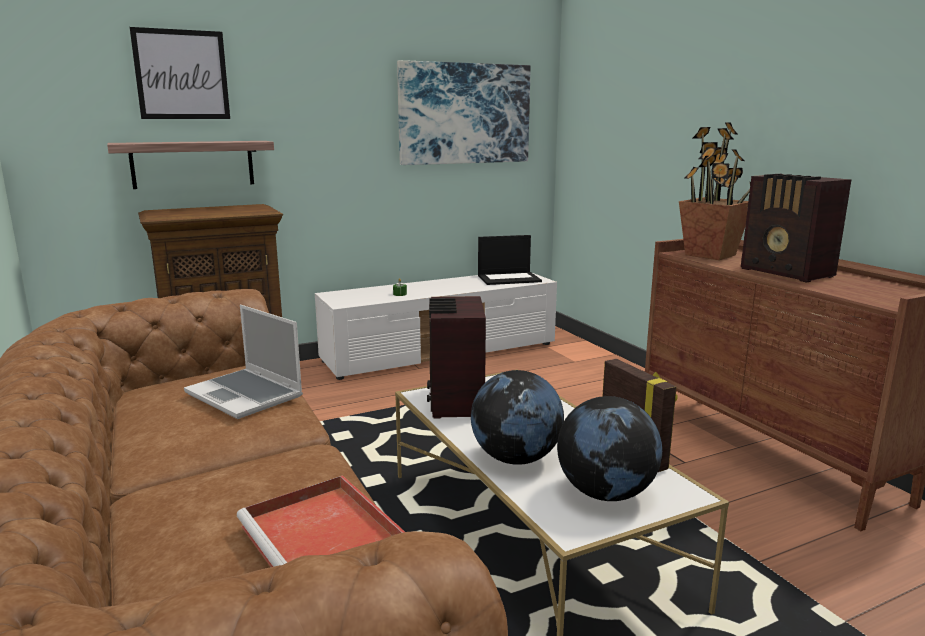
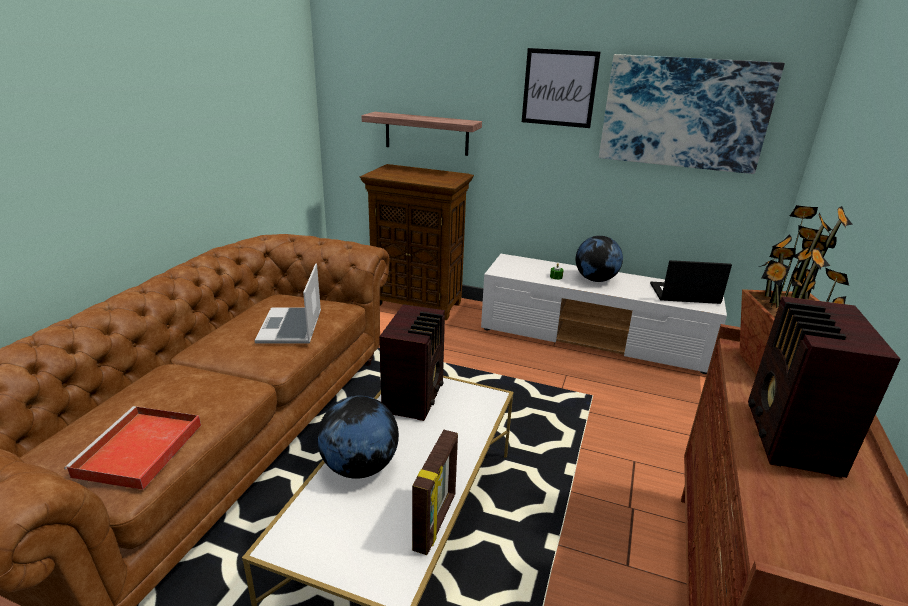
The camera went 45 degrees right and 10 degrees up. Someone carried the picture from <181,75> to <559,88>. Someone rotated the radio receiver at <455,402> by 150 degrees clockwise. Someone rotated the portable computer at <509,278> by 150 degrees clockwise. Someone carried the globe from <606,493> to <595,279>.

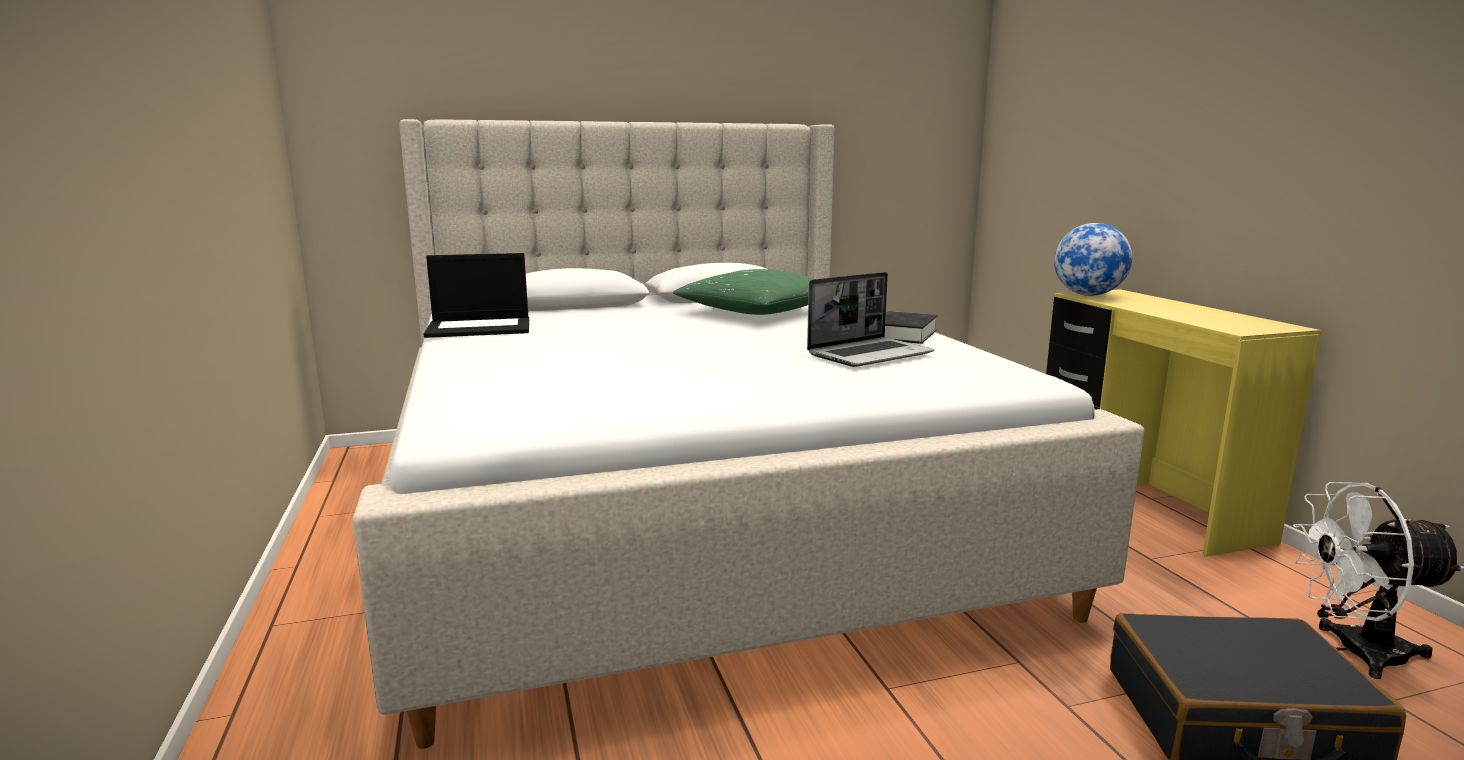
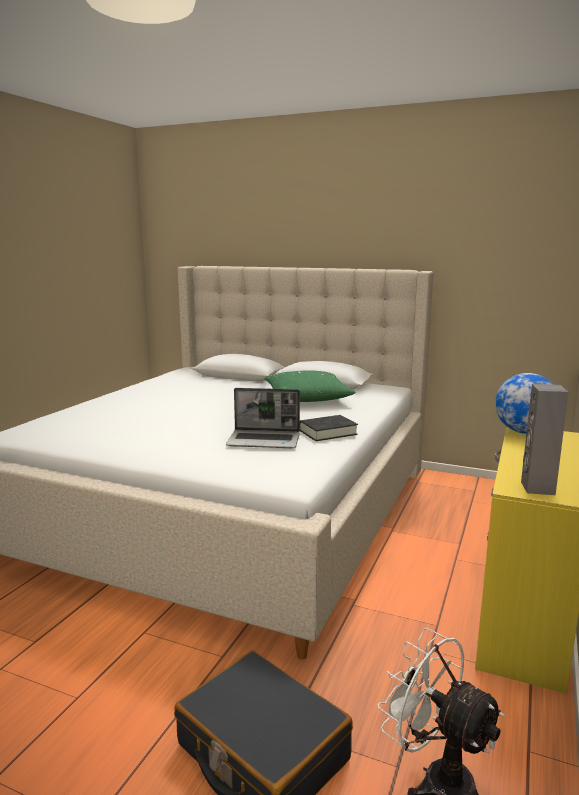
The camera went 40 degrees right and 0 degrees up. Someone took away the portable computer at <480,328>. Someone put down the greyish loudspeaker at <537,488>.

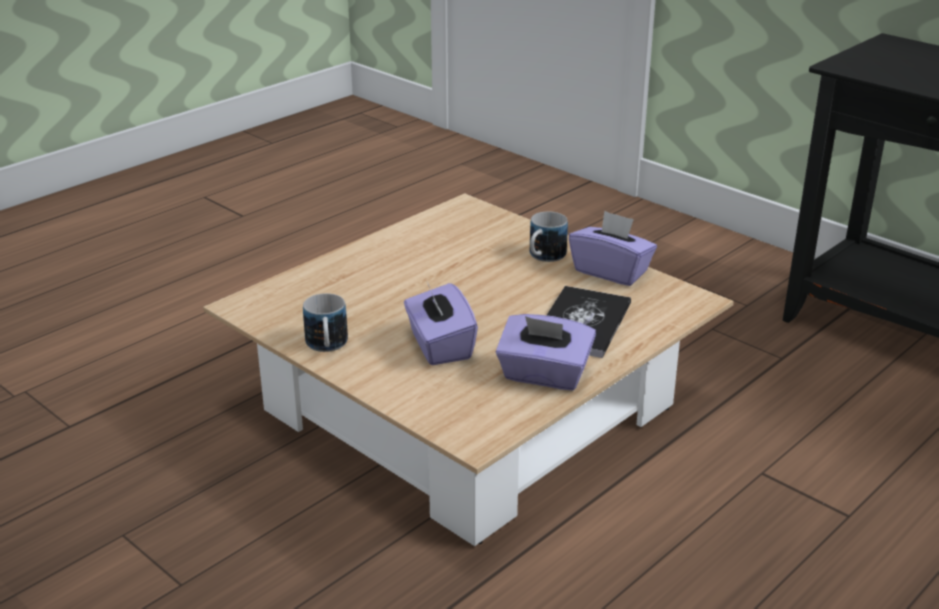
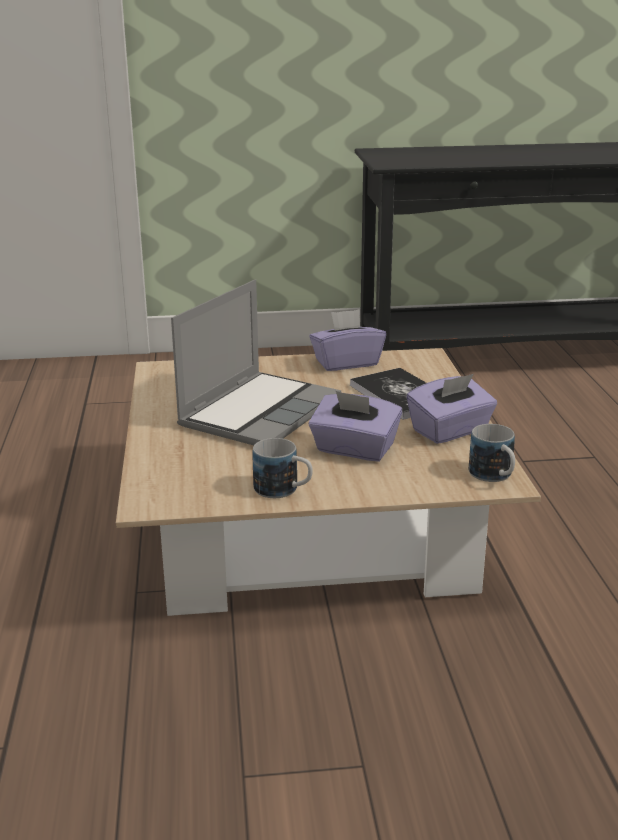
The camera went 50 degrees left and 5 degrees down. Someone carried the mug from <543,257> to <494,477>. Someone put down the portable computer at <260,411>.

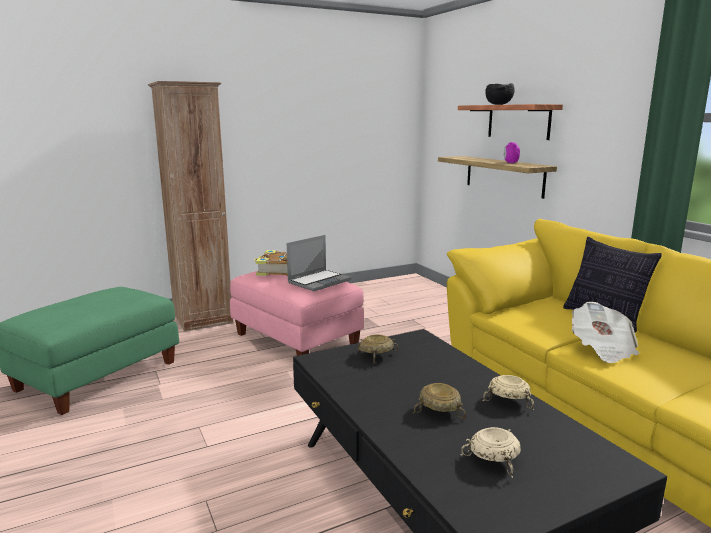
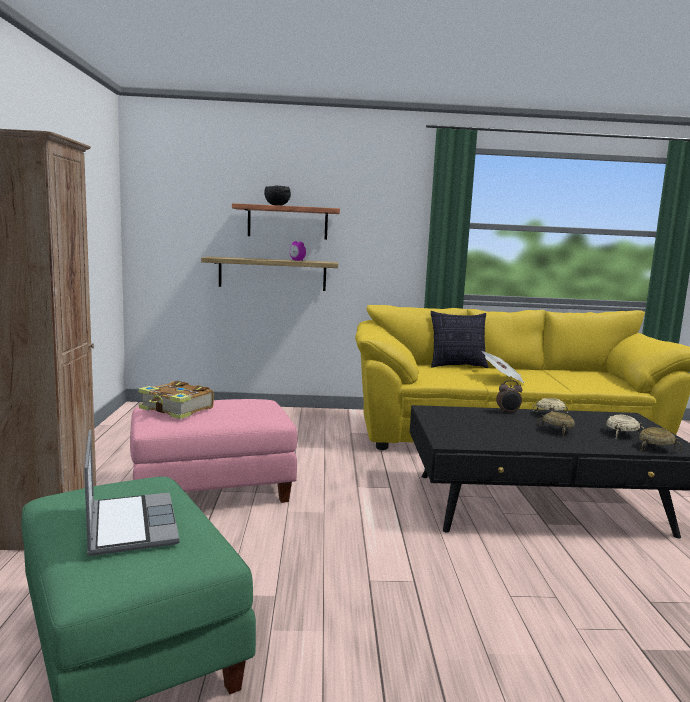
The camera went 65 degrees left and 5 degrees down. Someone carried the portable computer from <319,281> to <130,525>. Someone carried the sand-coloured bowl from <377,356> to <655,448>. Someone put down the bedside clock at <508,412>.

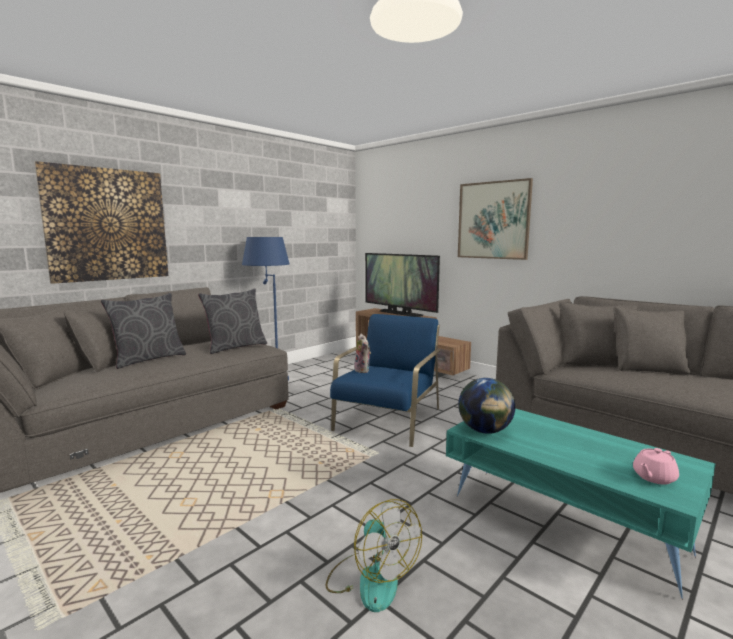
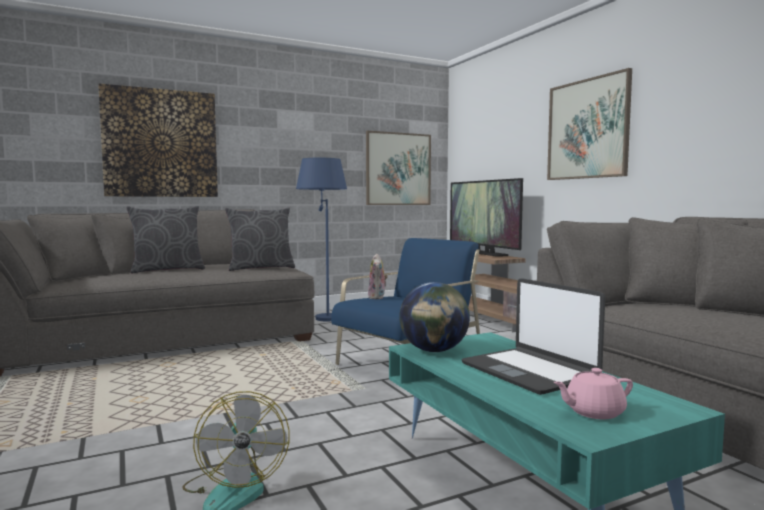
The camera went 20 degrees right and 5 degrees down. Someone put up the picture at <398,169>. Someone put down the portable computer at <529,371>.

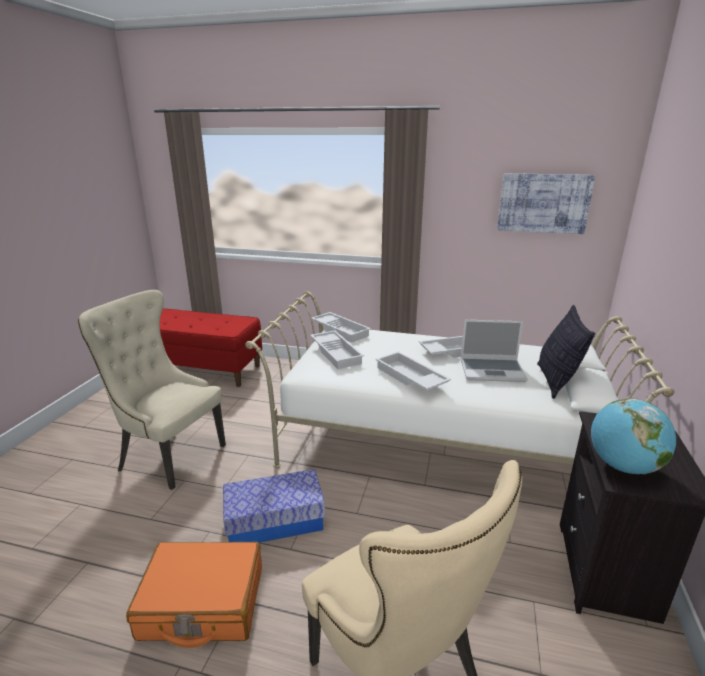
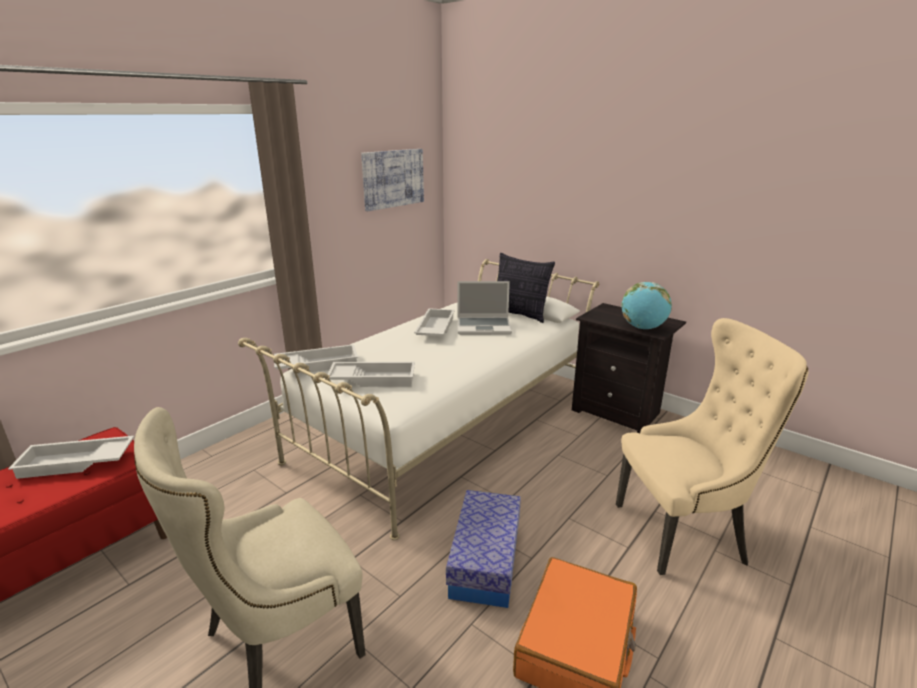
The camera went 65 degrees left and 0 degrees up. Someone carried the white-coloured serving tray from <409,377> to <75,463>. Someone rotated the portable computer at <492,370> by 60 degrees clockwise.

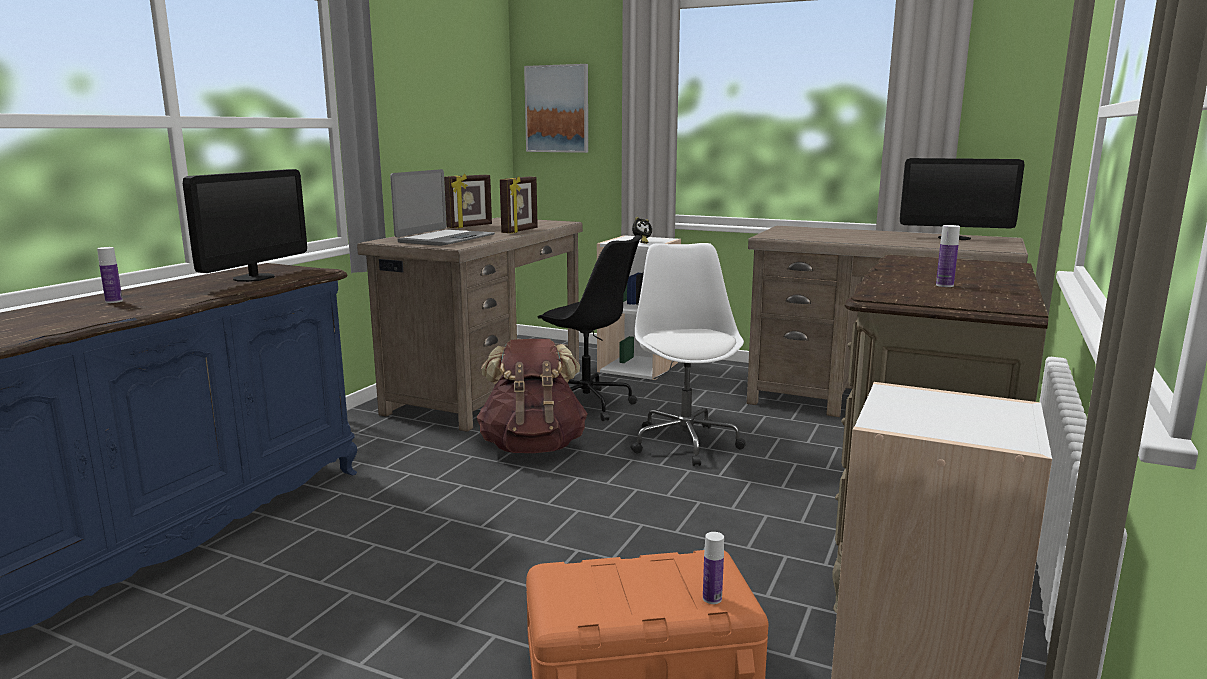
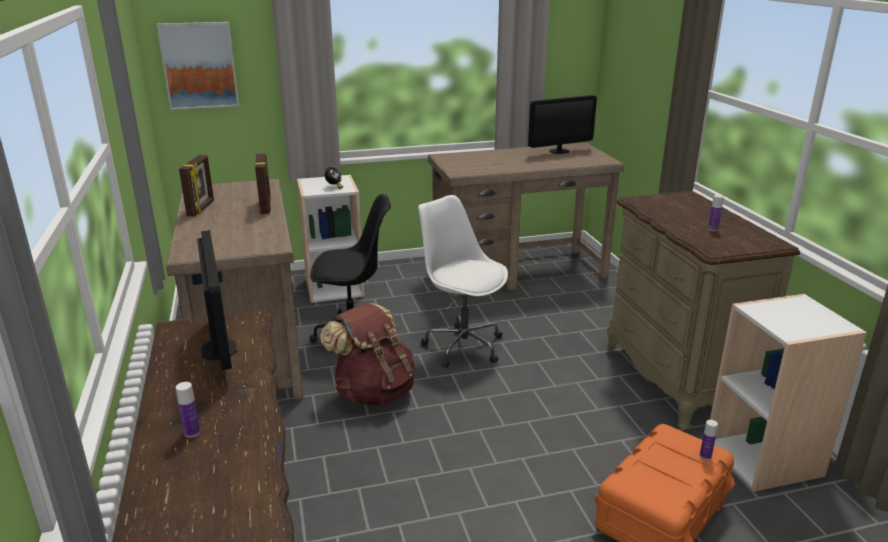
The camera went 40 degrees left and 10 degrees up. Someone took away the portable computer at <445,239>.

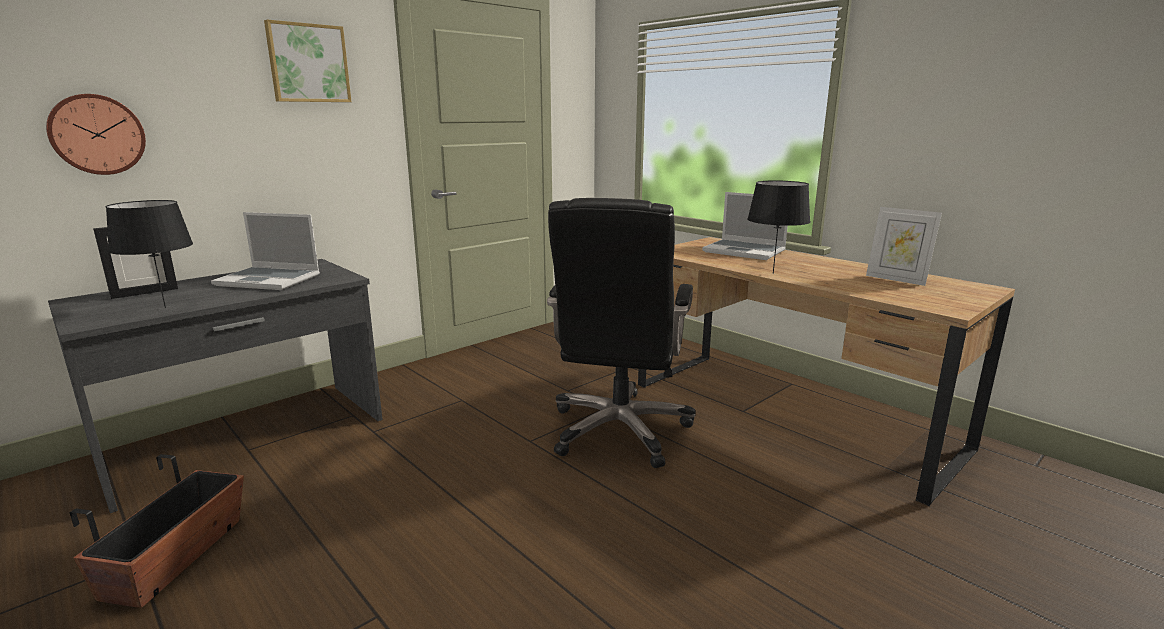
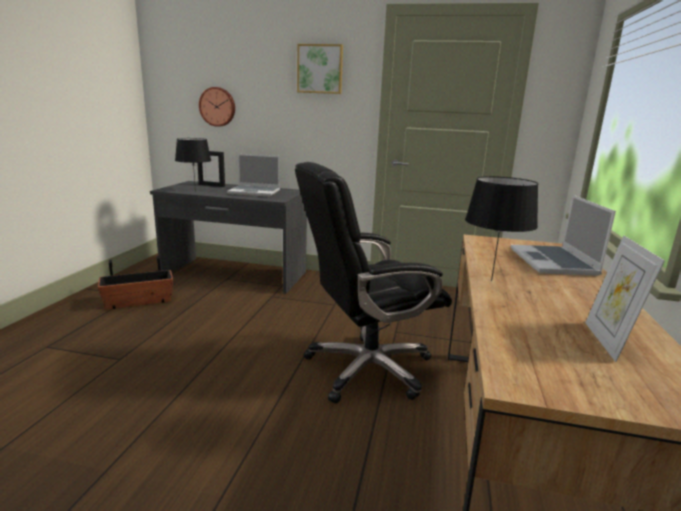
The camera went 55 degrees right and 0 degrees up. Someone rotated the portable computer at <270,280> by 60 degrees counterclockwise.

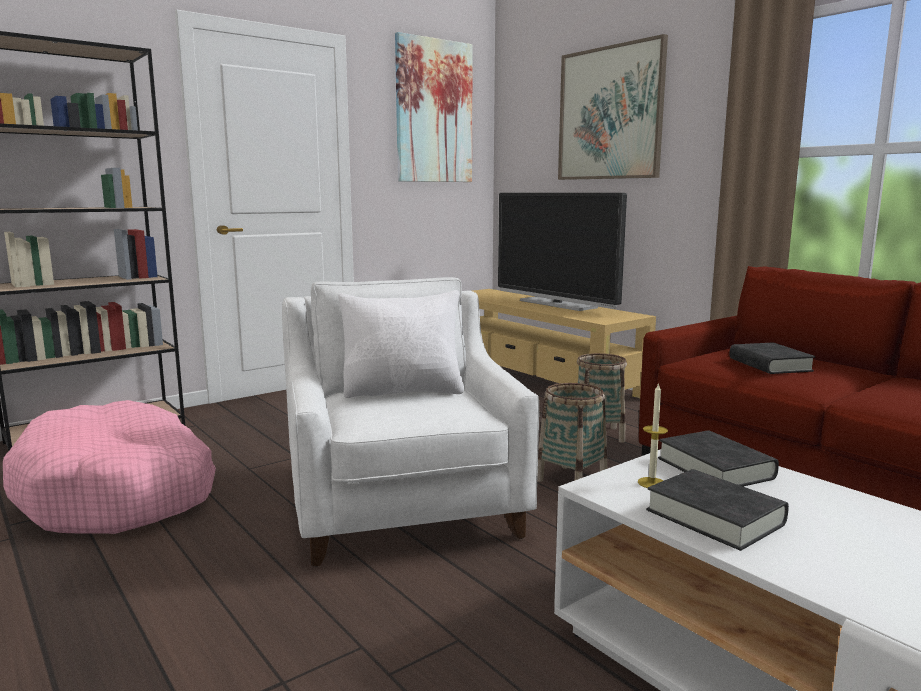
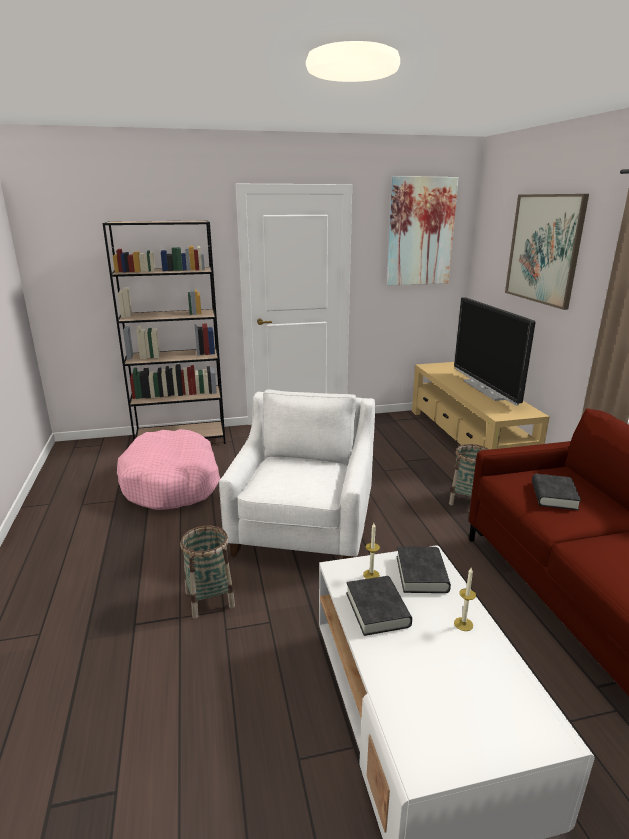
The camera went 25 degrees right and 10 degrees up. Someone took away the white-coloured throw pillow at <404,391>. Someone carried the household basket from <571,479> to <210,599>. Someone put down the wax light at <463,624>.

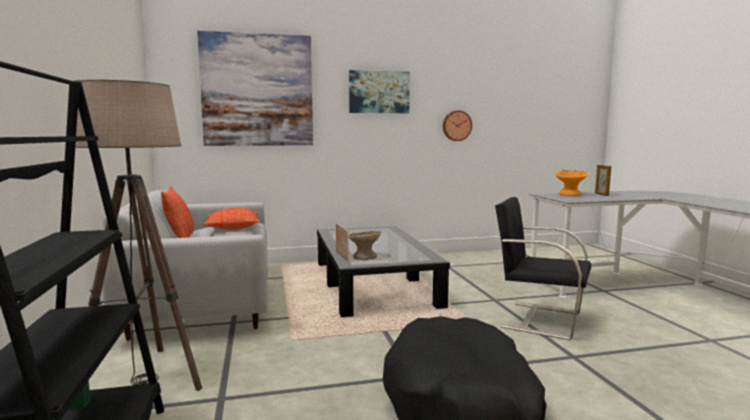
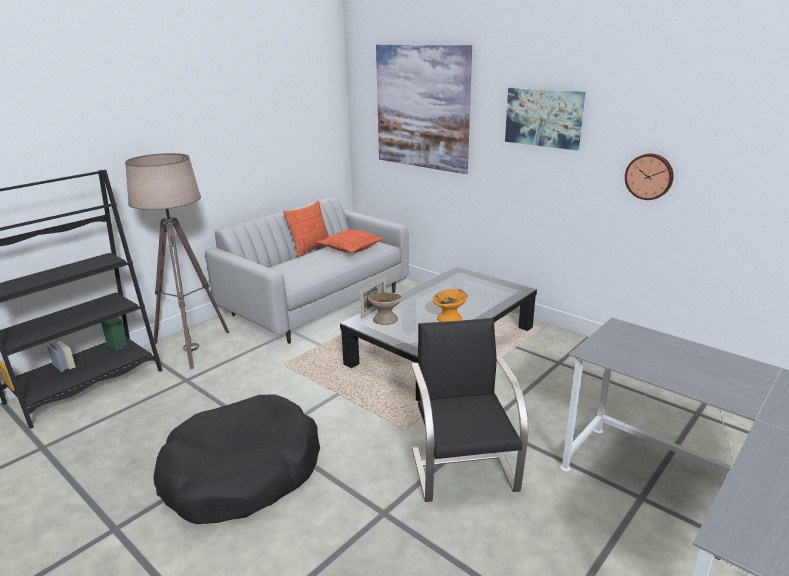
The camera went 55 degrees right and 15 degrees up. Someone carried the orange-coloured bowl from <570,194> to <449,319>. Someone took away the standing frame at <601,194>.

